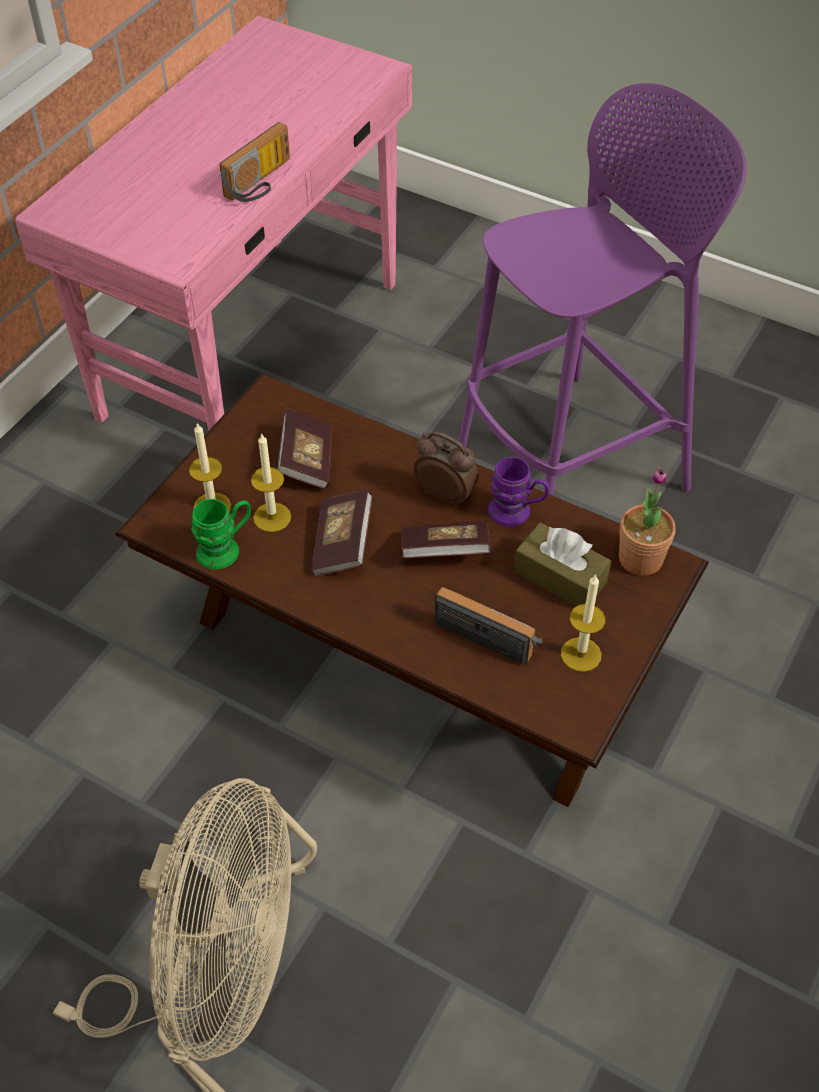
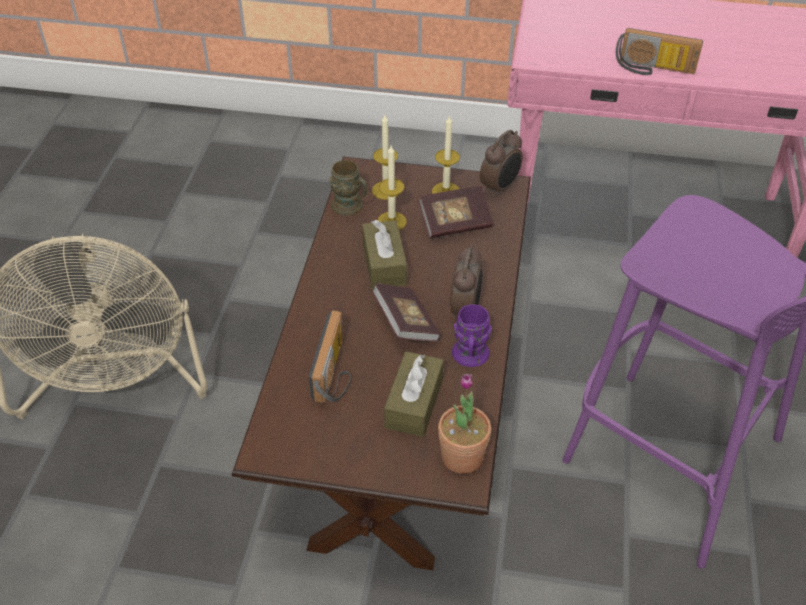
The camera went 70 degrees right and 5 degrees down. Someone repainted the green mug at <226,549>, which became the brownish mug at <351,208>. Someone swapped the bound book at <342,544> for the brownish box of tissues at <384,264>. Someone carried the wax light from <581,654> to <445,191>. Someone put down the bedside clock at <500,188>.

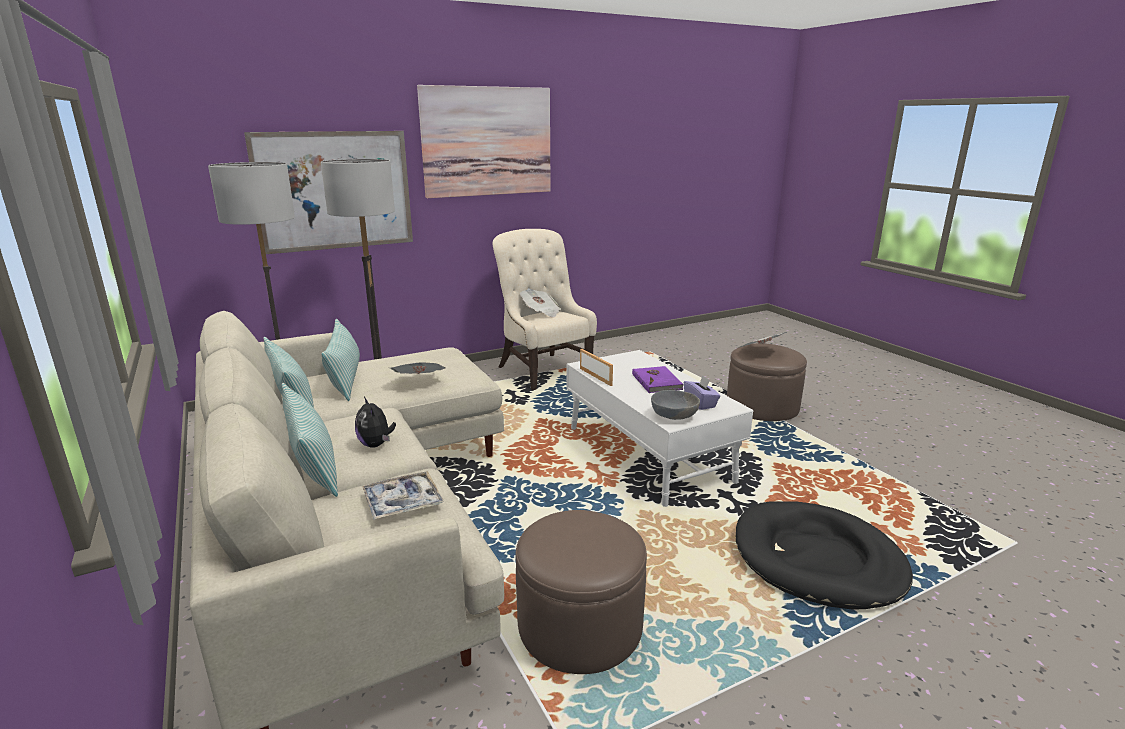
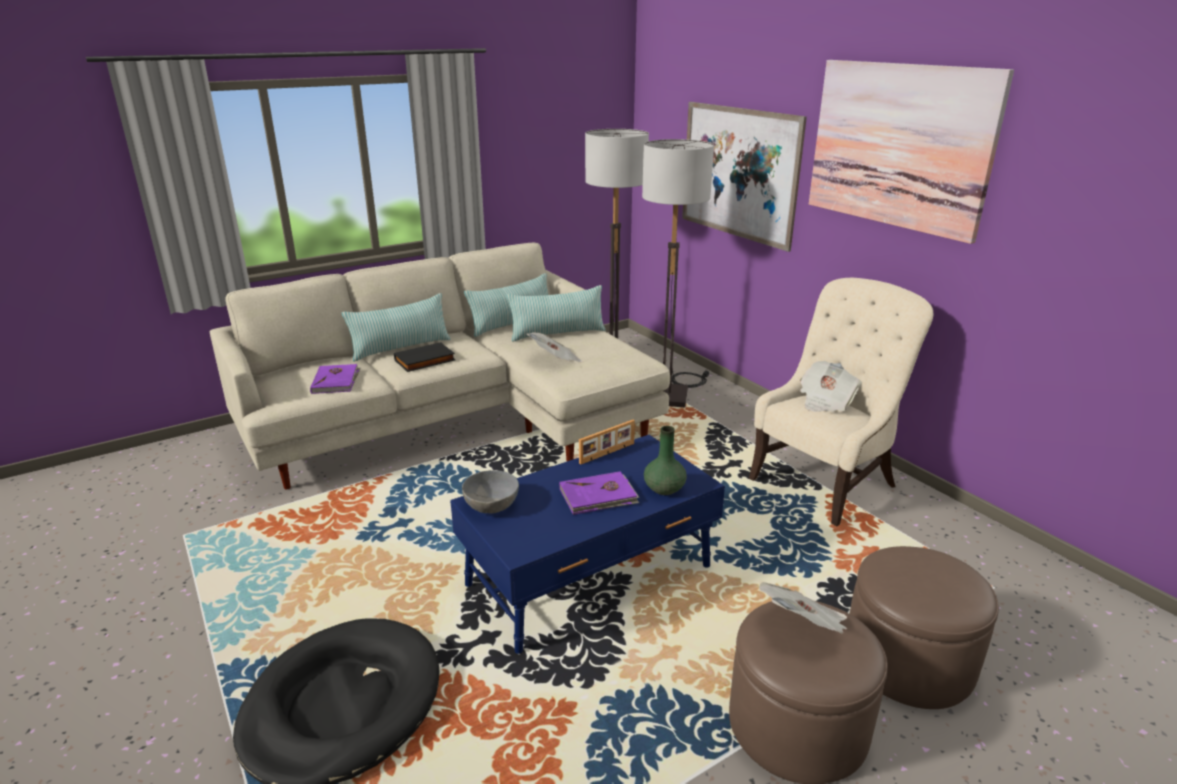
The camera went 85 degrees right and 5 degrees up. Someone swapped the cuddly toy at <376,444> for the blackish bound book at <425,361>. Someone swapped the serving tray at <403,502> for the purple bound book at <336,381>. Someone carried the brownish pouffe from <580,625> to <908,660>. Someone repainted the white-coloured lounge table at <647,453>, which became the blue lounge table at <590,575>. Someone took away the purple box of tissues at <700,403>. Someone put down the green flower vase at <664,488>.

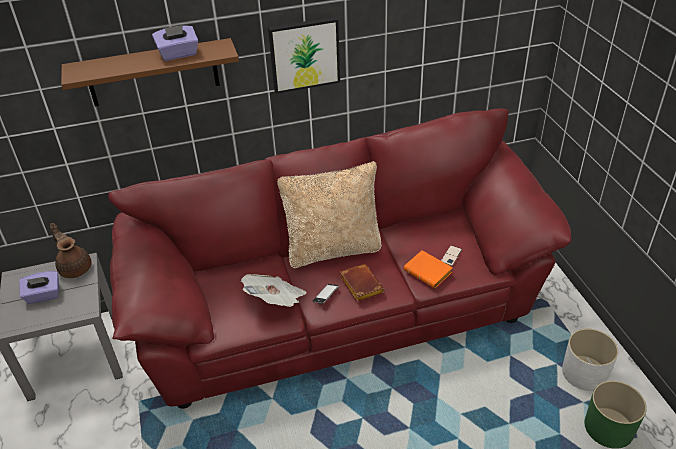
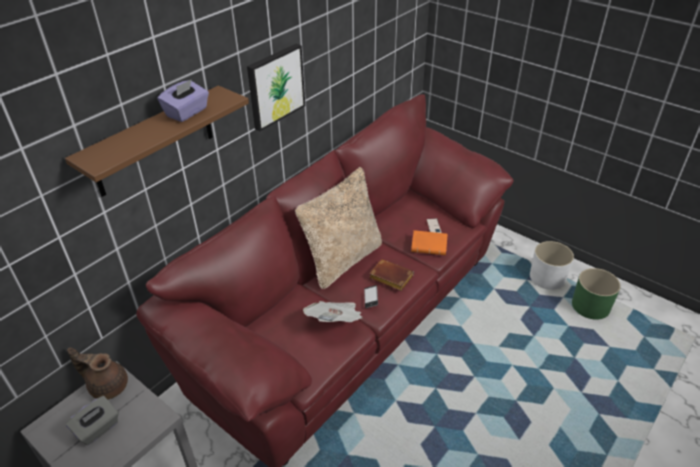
The camera went 35 degrees left and 0 degrees up. Someone repainted the purple box of tissues at <43,295>, which became the greyish box of tissues at <98,429>.

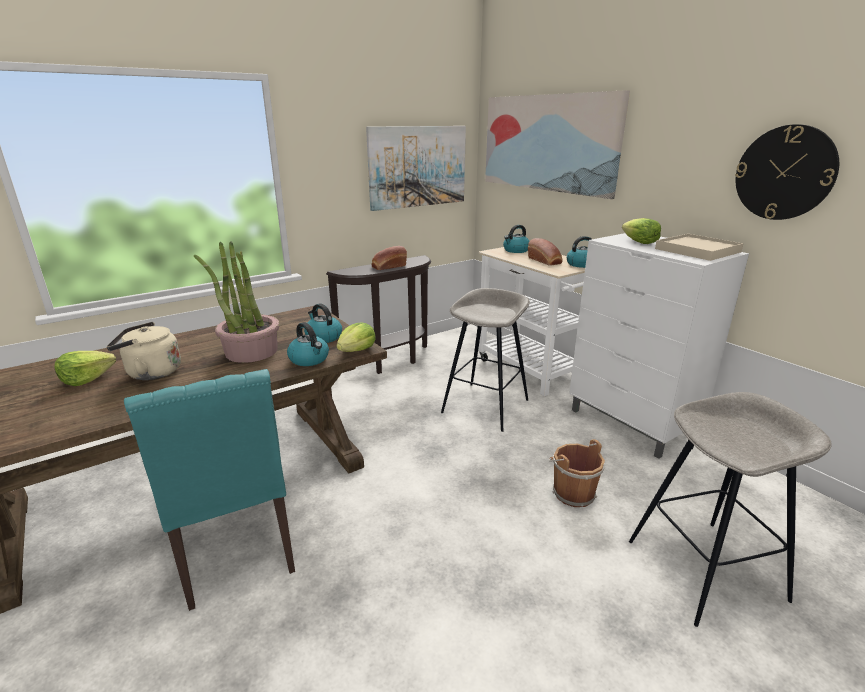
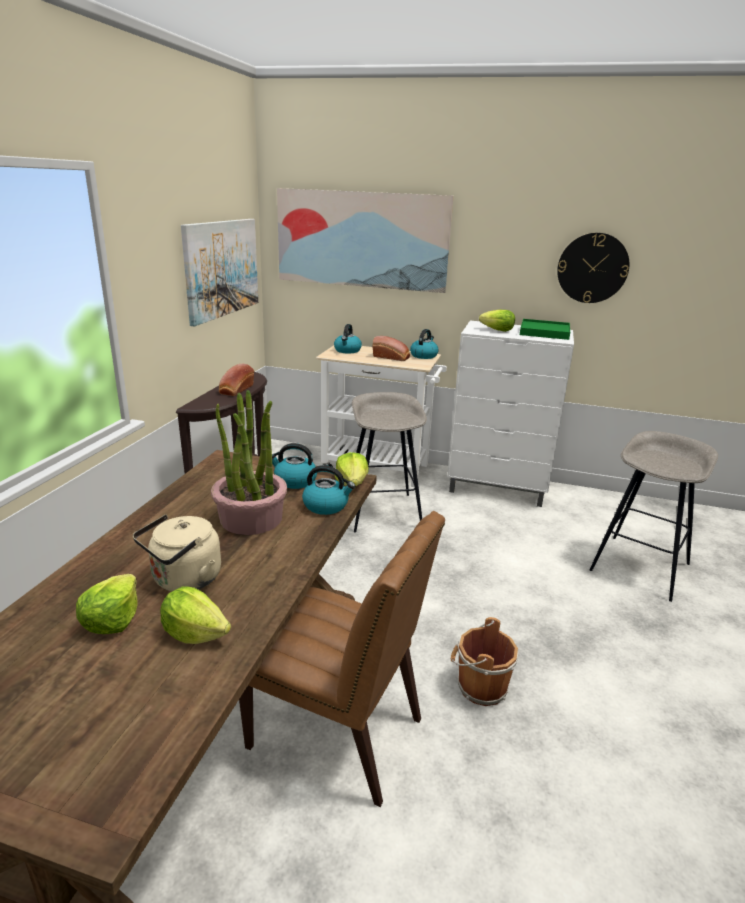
The camera went 40 degrees left and 0 degrees up. Someone repainted the turquoise-coloured plain chair at <234,543>, which became the brownish plain chair at <335,733>. Someone carried the brownish water bucket from <571,492> to <479,687>. Someone repainted the sand-coloured serving tray at <697,250>, which became the green serving tray at <544,332>. Someone put down the lettuce head at <195,633>.

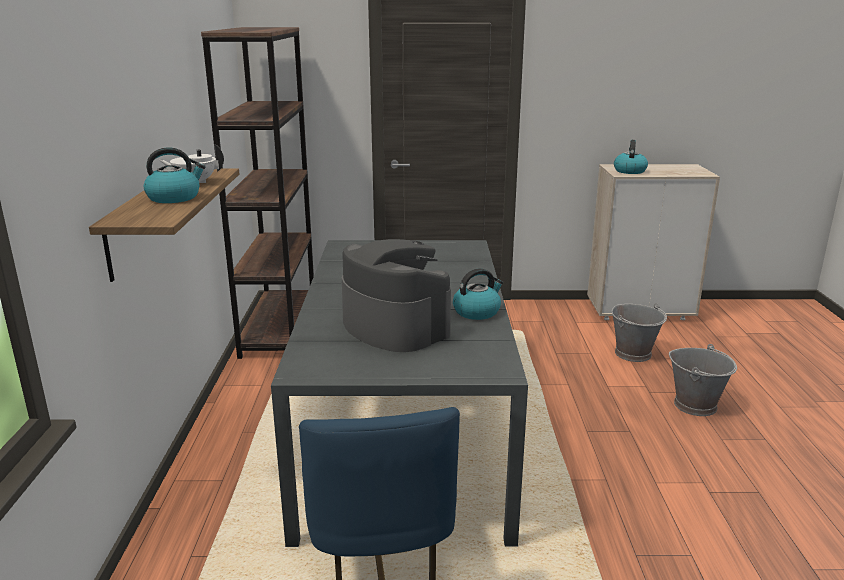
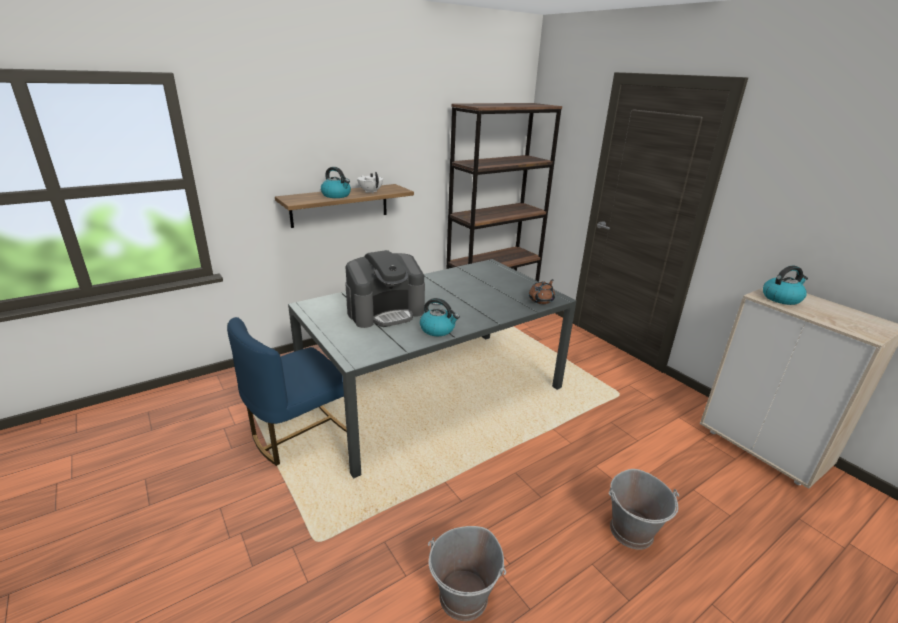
The camera went 55 degrees right and 5 degrees up. Someone rotated the coffee brewer at <394,327> by 45 degrees clockwise. Someone carried the greyish water bucket from <633,353> to <464,597>. Someone put down the brownish tea pot at <541,300>.

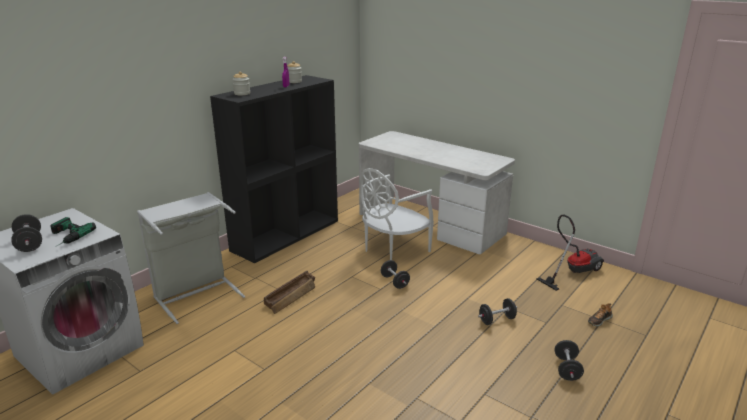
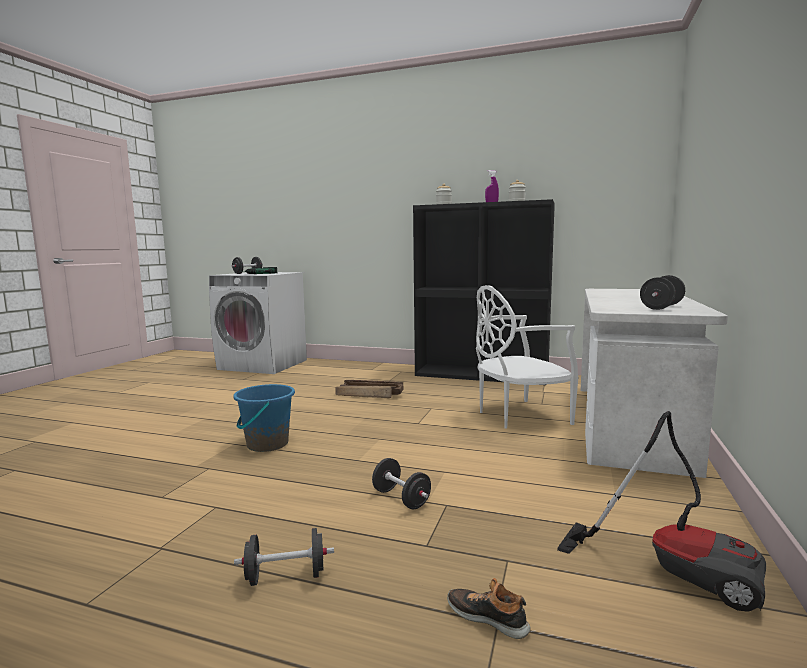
The camera went 70 degrees right and 15 degrees down. Someone took away the greyish hamper at <196,294>. Someone rotated the white-coloured plain chair at <393,249> by 45 degrees counterclockwise. Someone carried the blackish free weight from <394,282> to <661,307>. Someone put down the blue water bucket at <267,444>.

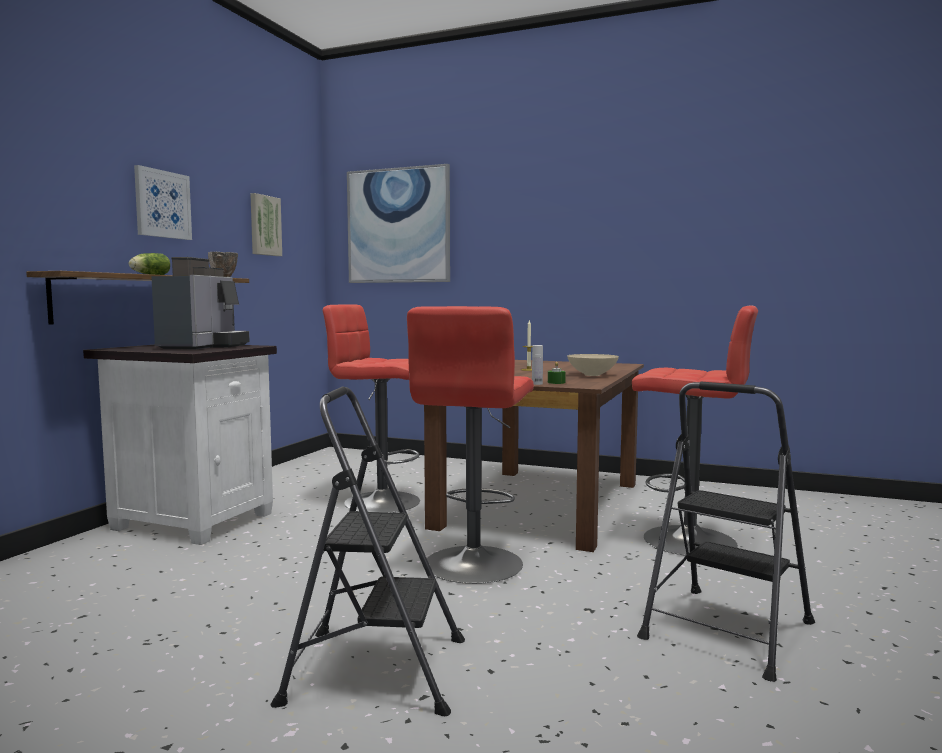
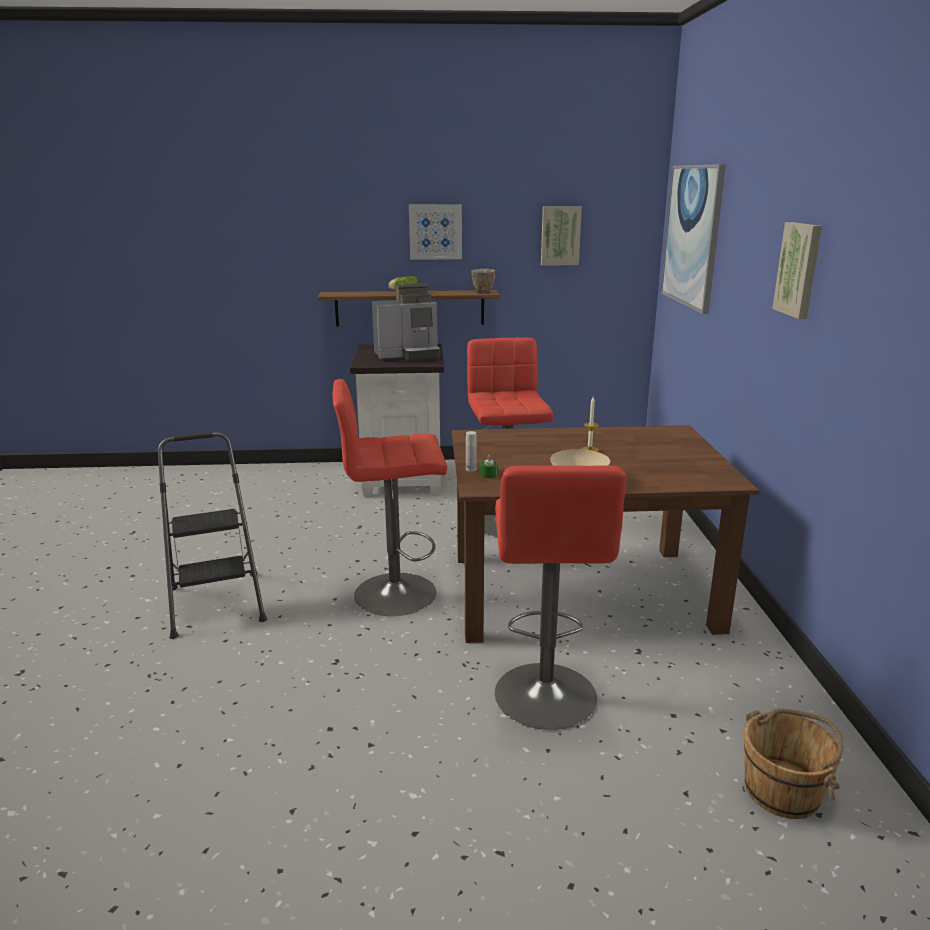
The camera went 65 degrees right and 15 degrees up. Someone took away the blackish step ladder at <725,631>. Someone put down the brownish water bucket at <783,790>. Someone put up the picture at <800,269>.

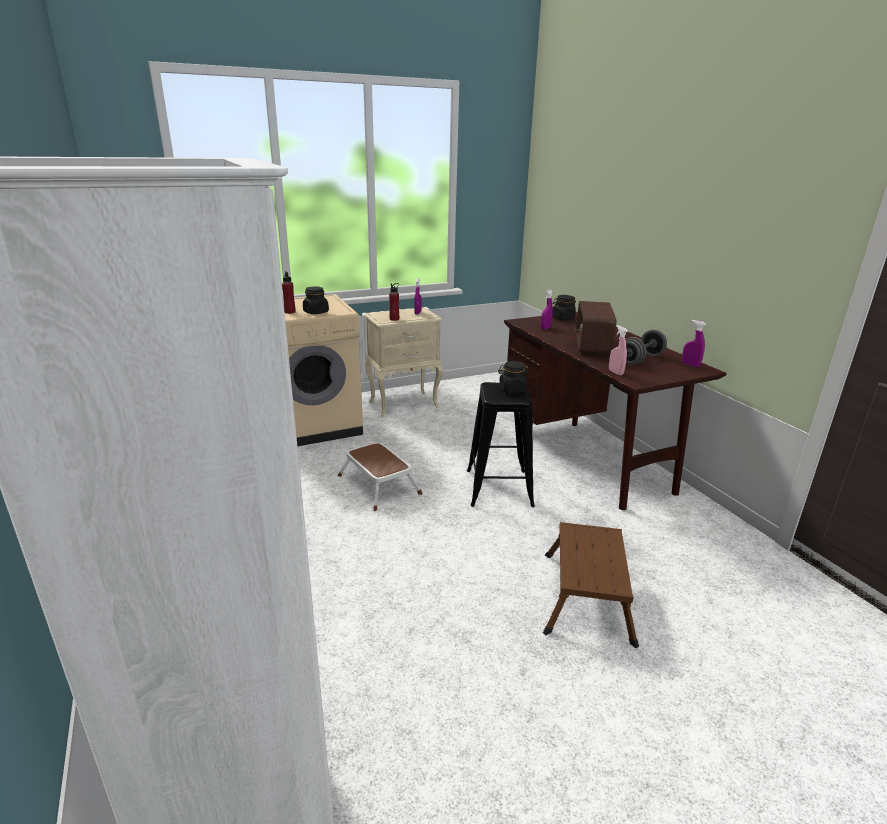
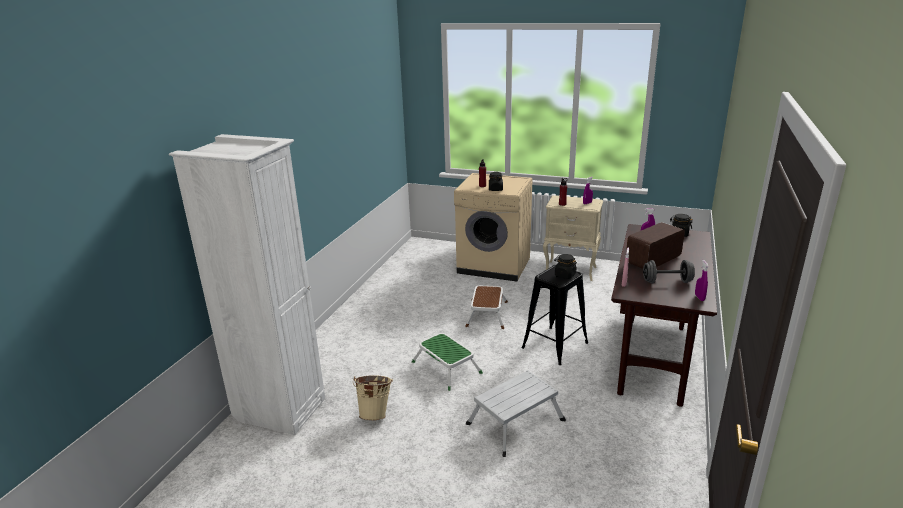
The camera went 45 degrees right and 0 degrees up. Someone repainted the brownish step ladder at <587,597>, which became the white-coloured step ladder at <515,422>. Someone put down the sand-coloured water bucket at <375,413>. Someone put down the green step ladder at <446,367>.

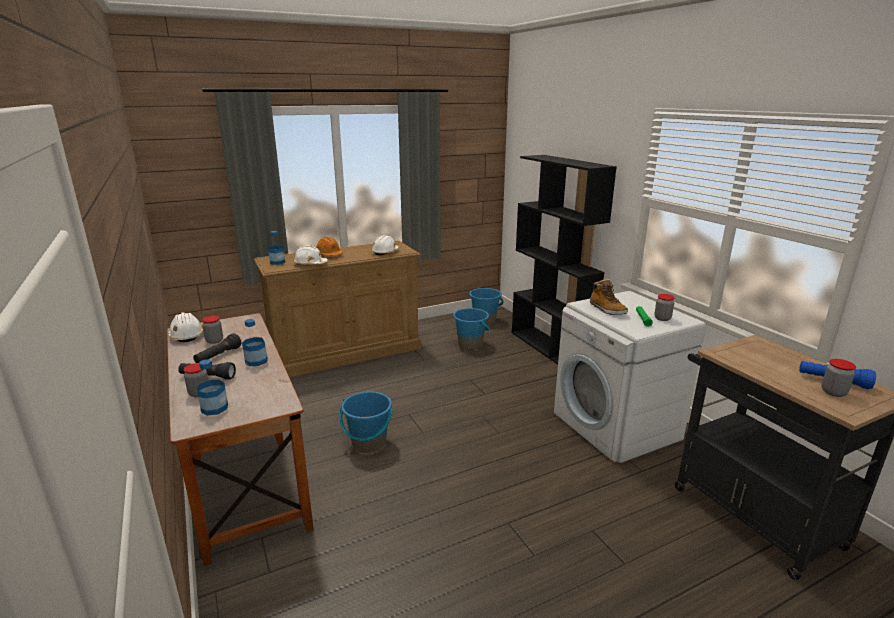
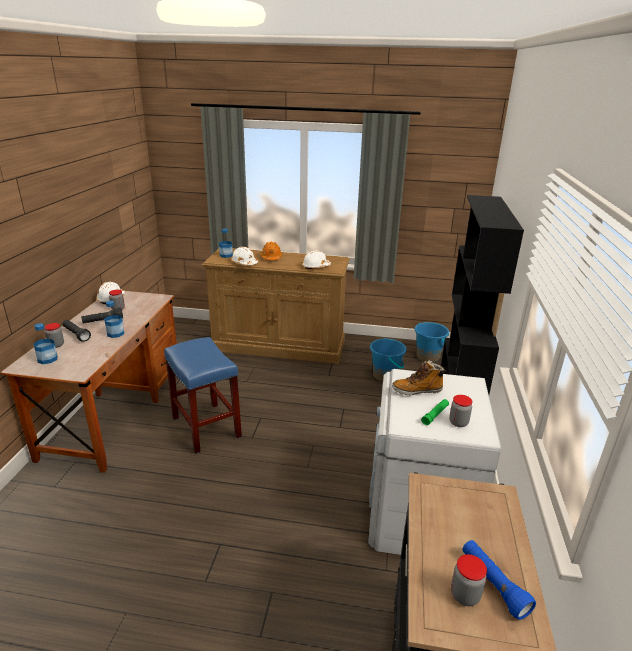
The camera went 35 degrees right and 5 degrees up. Someone swapped the blue water bucket at <369,443> for the blue stool at <207,427>. Someone rotated the high-top boot at <607,310> by 75 degrees clockwise.

